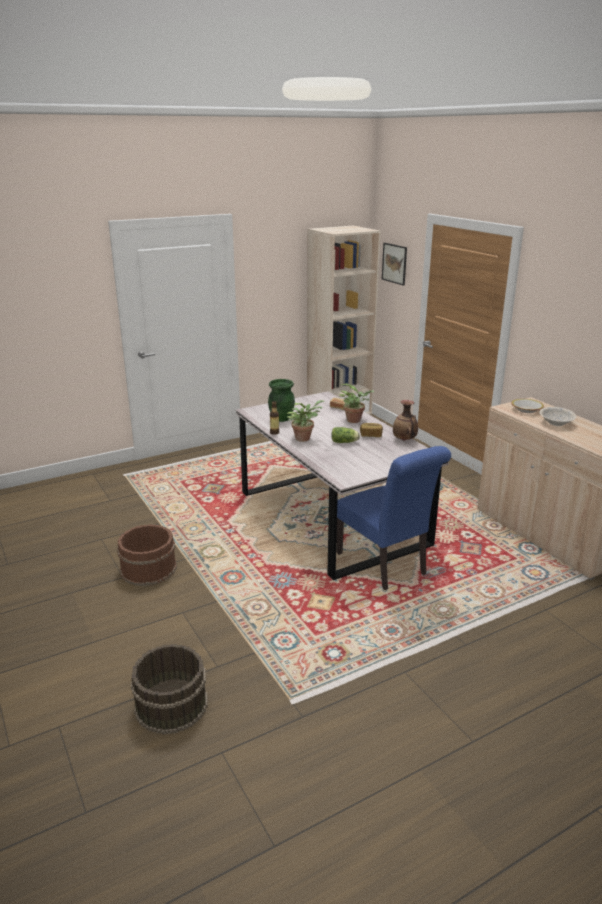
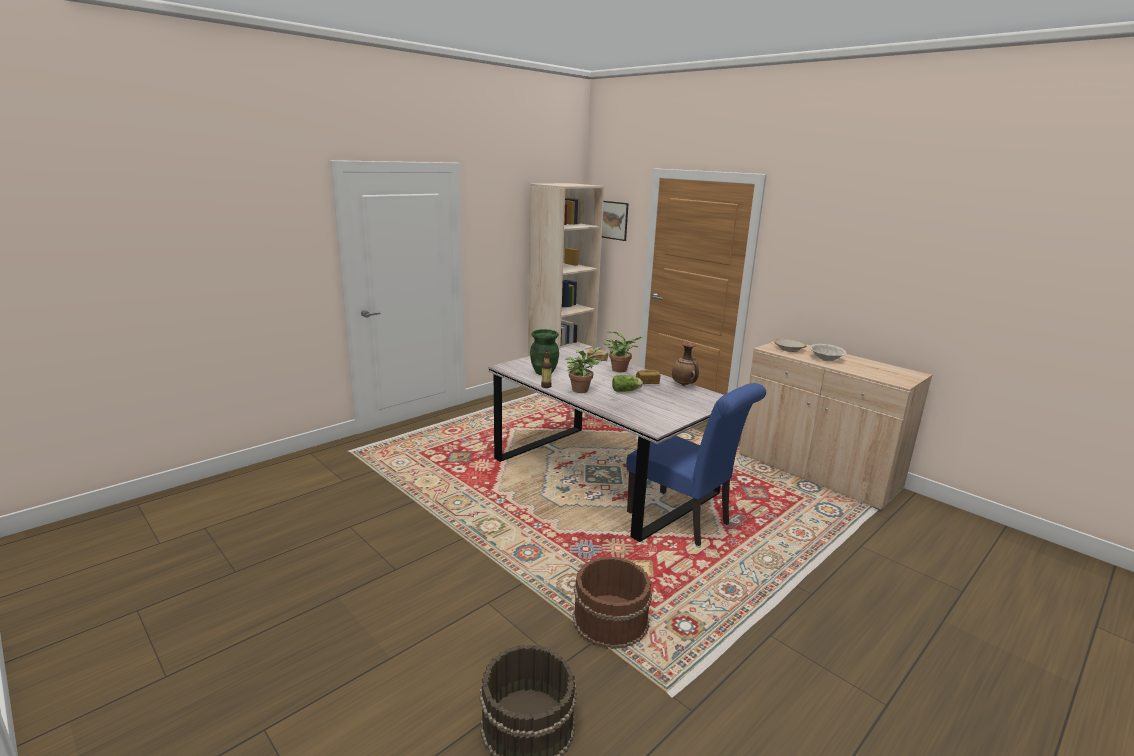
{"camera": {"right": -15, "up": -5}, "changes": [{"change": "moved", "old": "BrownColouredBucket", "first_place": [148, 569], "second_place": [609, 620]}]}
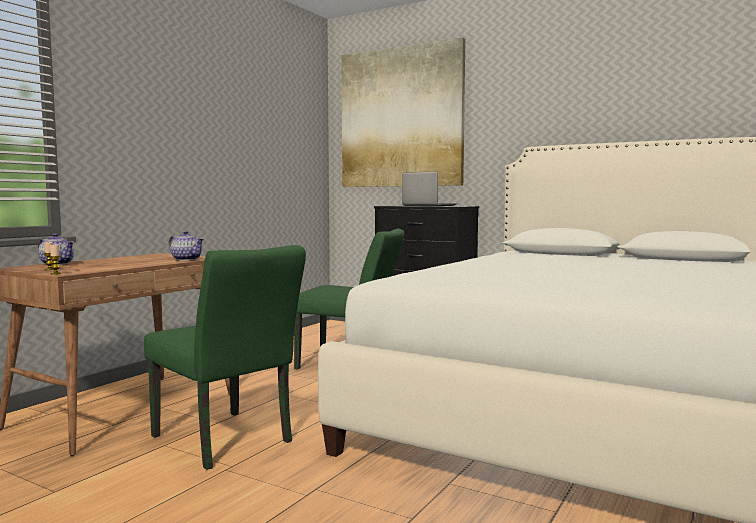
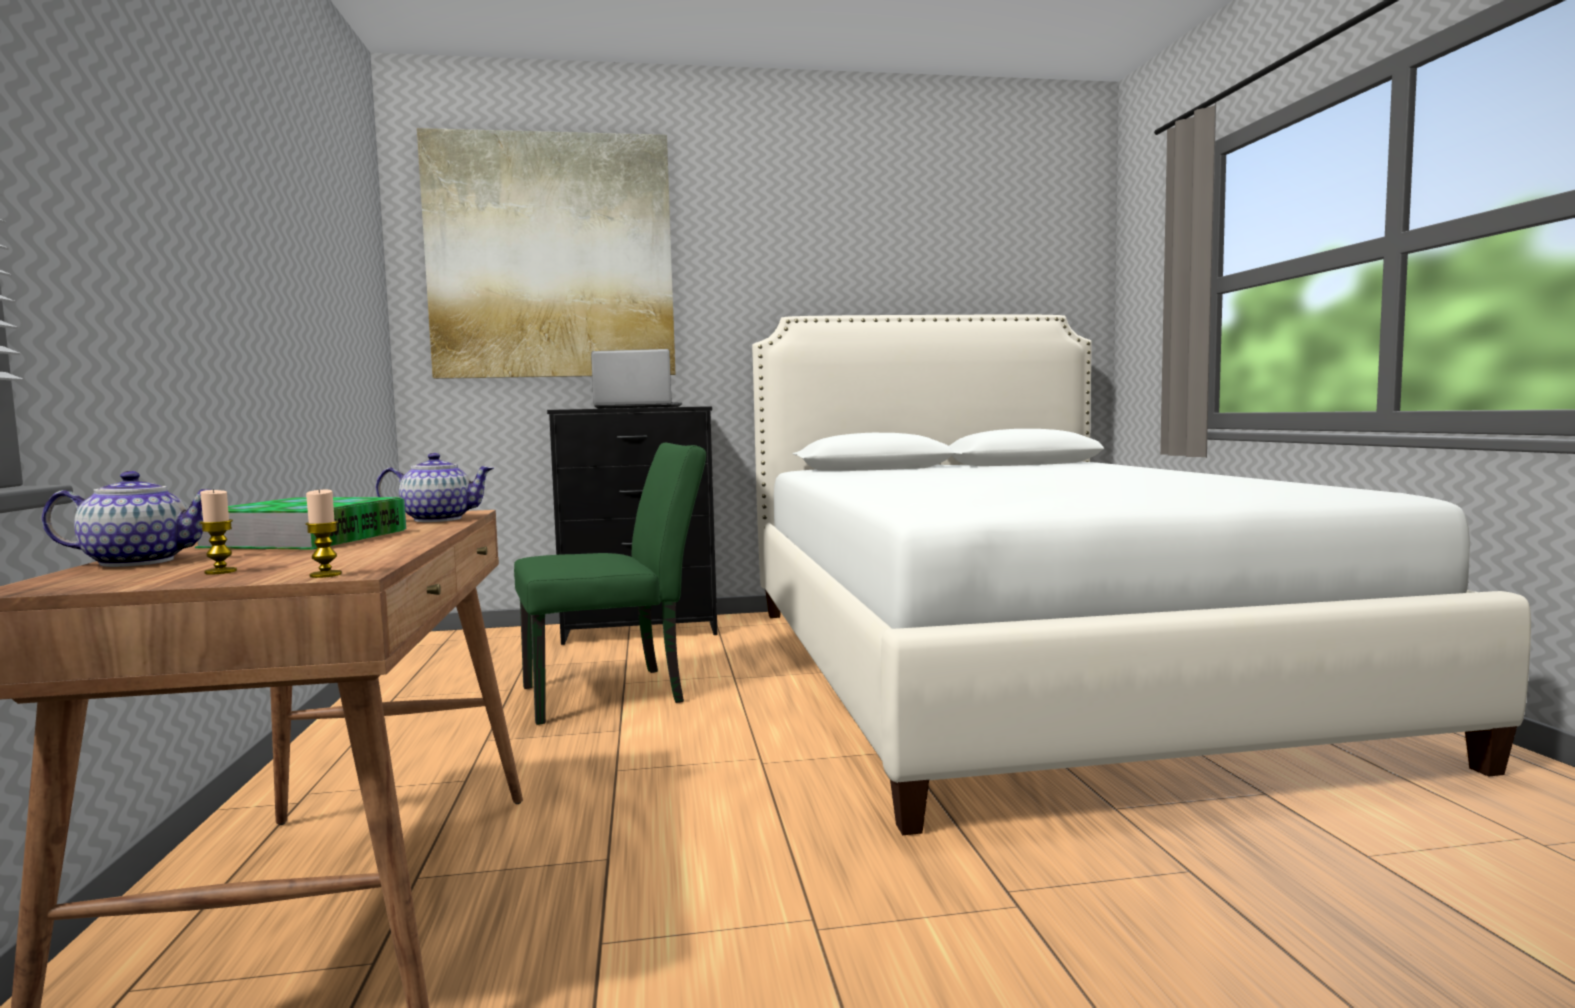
{"camera": {"right": -40, "up": 0}, "changes": [{"change": "removed", "old": "GreenColouredChair", "first_place": [227, 442]}, {"change": "added", "new": "Volume", "second_place": [306, 538]}]}
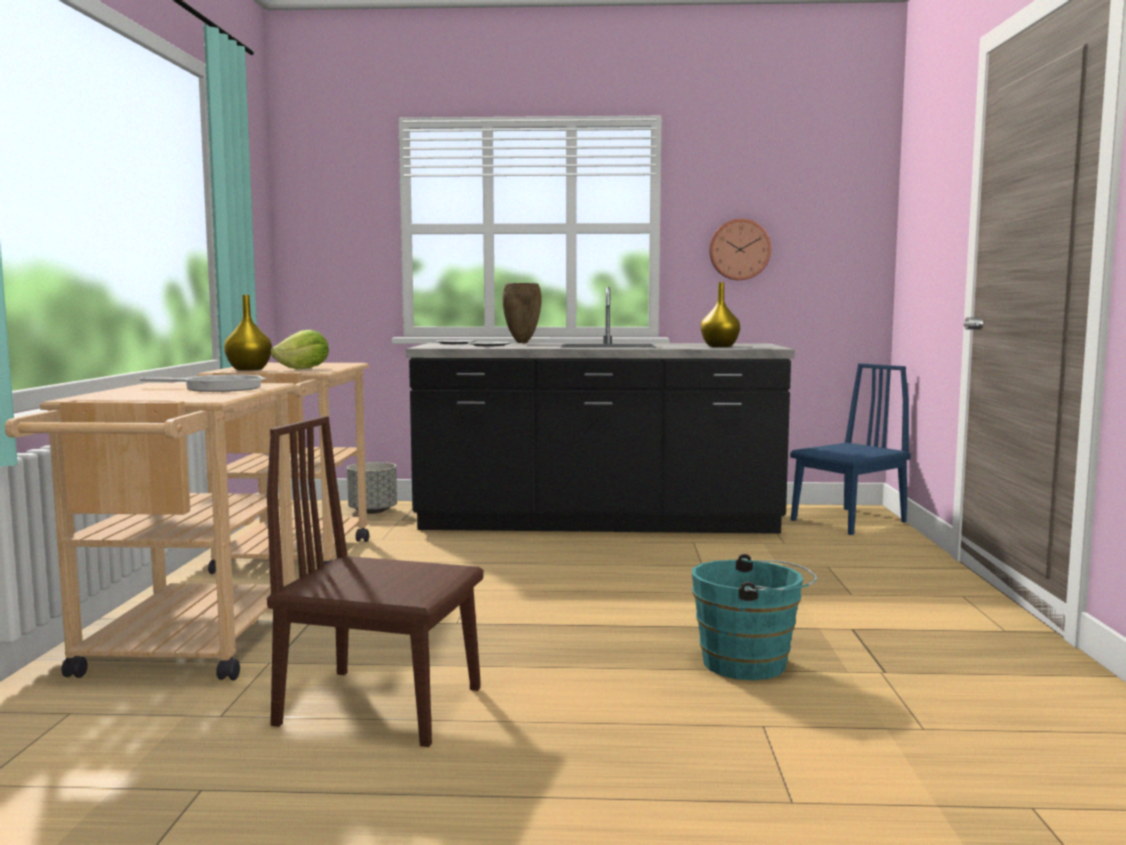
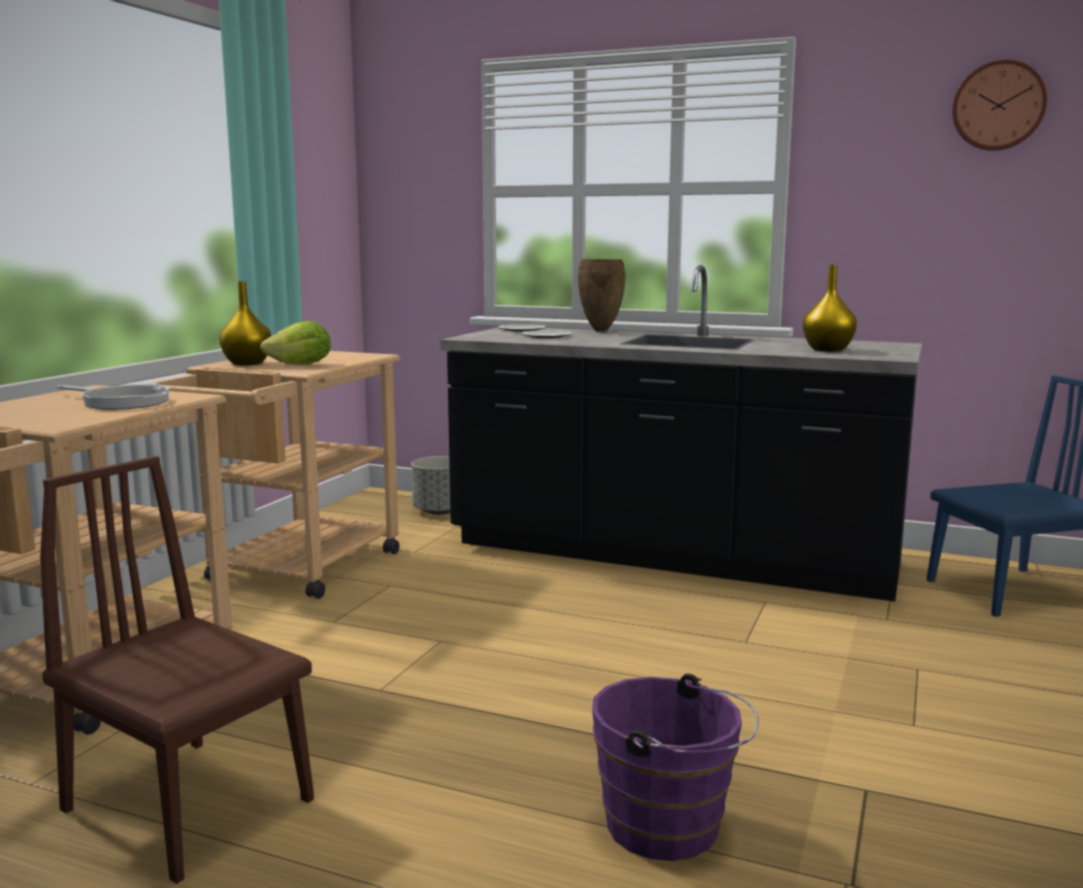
{"camera": {"right": 20, "up": 5}, "changes": [{"change": "recoloured", "old": "BlueGreenBucket", "new": "PurplishBucket", "first_place": [751, 664], "second_place": [671, 829]}, {"change": "moved", "old": "ClockOnTheWall", "first_place": [739, 249], "second_place": [998, 106]}]}
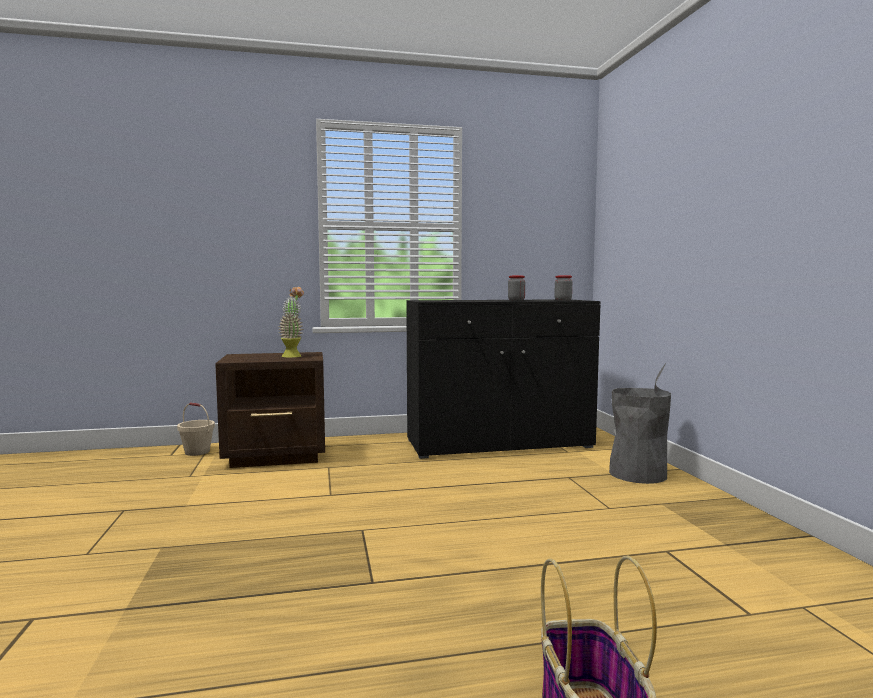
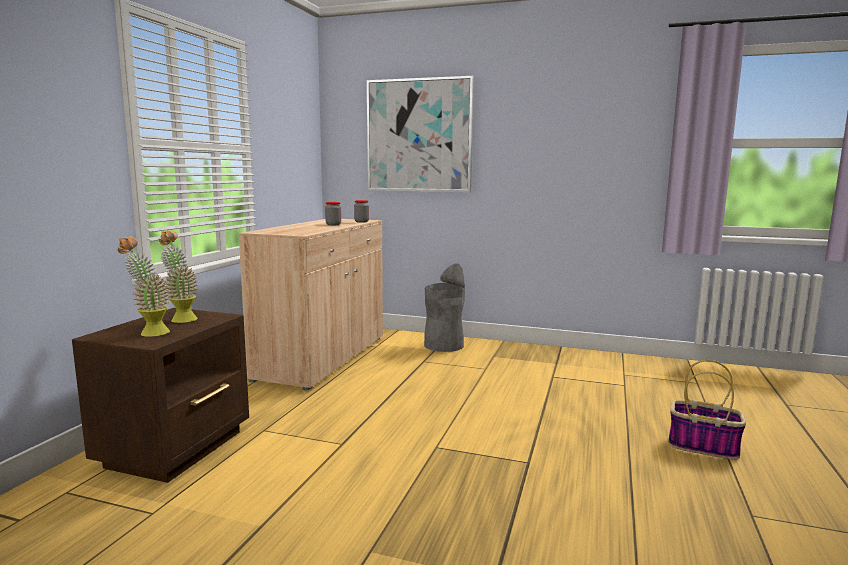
{"camera": {"right": -60, "up": 5}, "changes": [{"change": "removed", "old": "BeigeBucket", "first_place": [197, 452]}, {"change": "recoloured", "old": "BlackishCupboard", "new": "BeigeCupboard", "first_place": [499, 444], "second_place": [323, 357]}, {"change": "added", "new": "Houseplant", "second_place": [148, 332]}, {"change": "added", "new": "WallPicture", "second_place": [419, 136]}]}
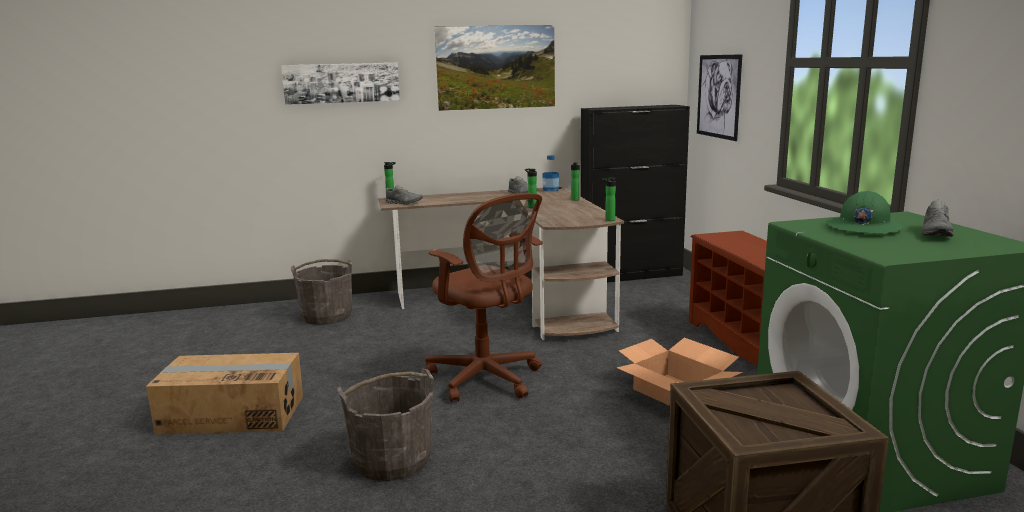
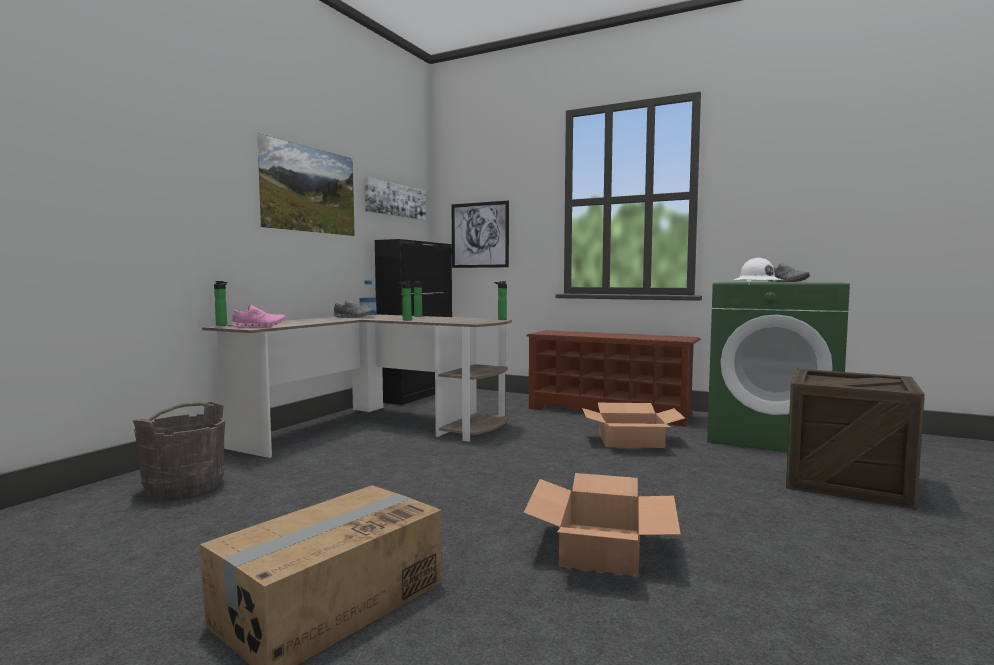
{"camera": {"right": -50, "up": -10}, "changes": [{"change": "moved", "old": "WallPicture", "first_place": [341, 83], "second_place": [395, 200]}, {"change": "replaced", "old": "GrayBucket", "new": "CardboardBox", "first_place": [392, 460], "second_place": [601, 548]}, {"change": "recoloured", "old": "GrayLowShoe", "new": "PinkLowShoe", "first_place": [404, 203], "second_place": [259, 326]}, {"change": "removed", "old": "BrownColouredComputerChair", "first_place": [487, 379]}, {"change": "recoloured", "old": "GreenColouredHardHat", "new": "WhitishHardHat", "first_place": [863, 228], "second_place": [756, 282]}]}
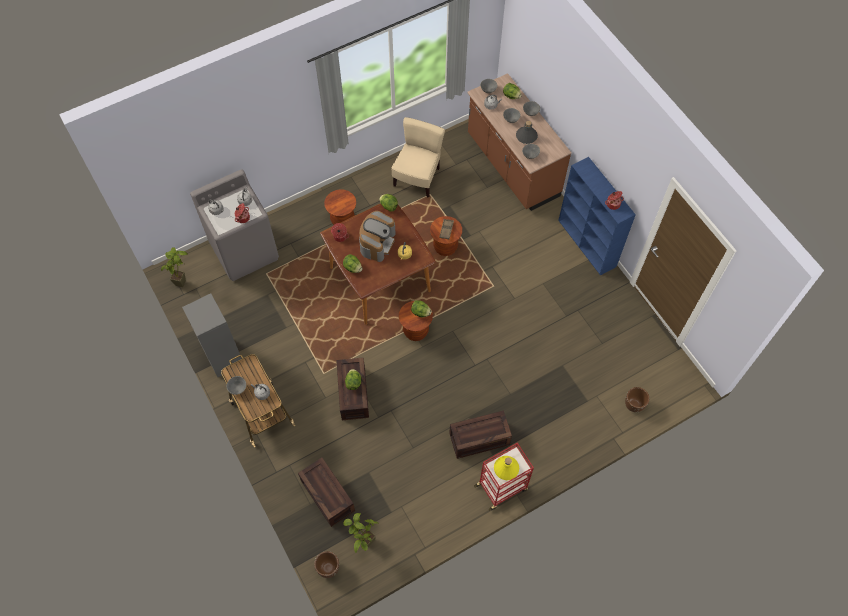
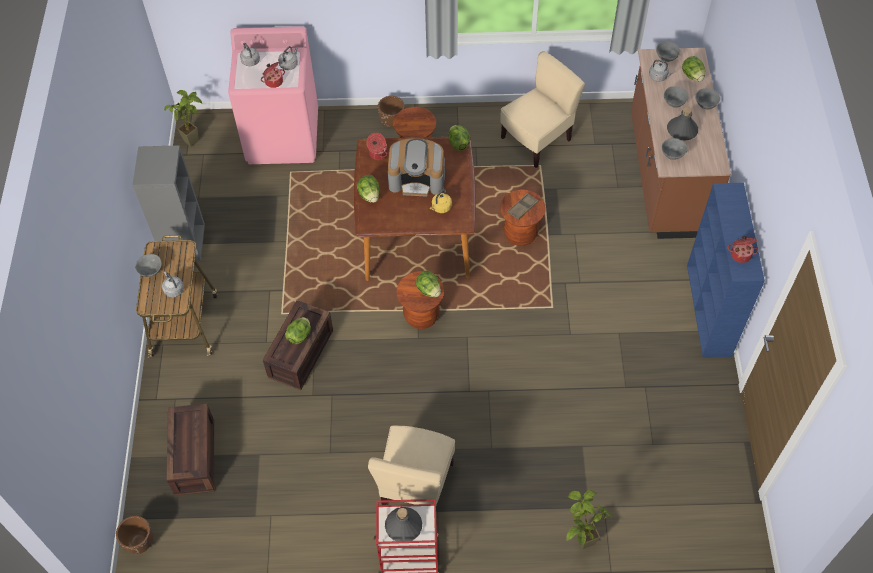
{"camera": {"right": 30, "up": -5}, "changes": [{"change": "recoloured", "old": "GrayWashingMachine", "new": "PinkWashingMachine", "first_place": [245, 251], "second_place": [283, 137]}, {"change": "moved", "old": "Houseplant", "first_place": [363, 543], "second_place": [578, 541]}, {"change": "turned", "old": "CoffeeBrewer", "first_place": [377, 242], "second_place": [417, 179], "degrees": 45}, {"change": "replaced", "old": "Crate", "new": "BeigeChair", "first_place": [478, 440], "second_place": [416, 484]}, {"change": "recoloured", "old": "YellowColouredBeverageBottle", "new": "GrayBeverageBottle", "first_place": [506, 468], "second_place": [404, 526]}, {"change": "moved", "old": "BrownColouredPlantPot", "first_place": [633, 405], "second_place": [392, 122]}]}
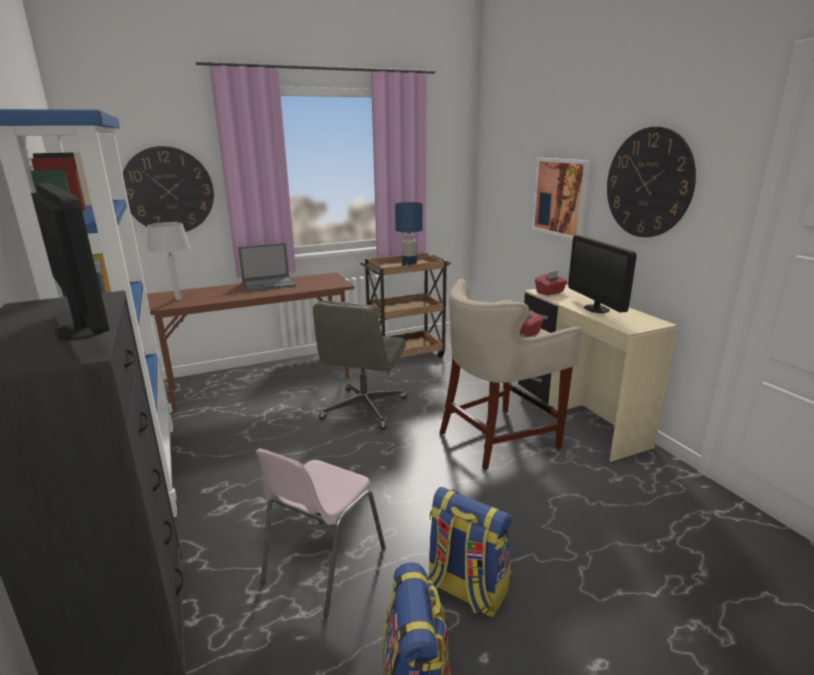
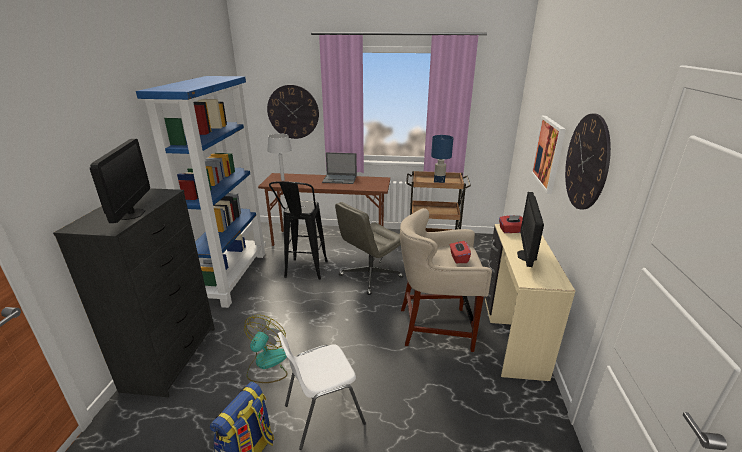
{"camera": {"right": 30, "up": 5}, "changes": [{"change": "replaced", "old": "PinkChair", "new": "CoolingFan", "first_place": [322, 565], "second_place": [267, 364]}, {"change": "replaced", "old": "Knapsack", "new": "WhitishChair", "first_place": [465, 589], "second_place": [323, 414]}, {"change": "added", "new": "BlackishStoolSeat", "second_place": [304, 273]}]}
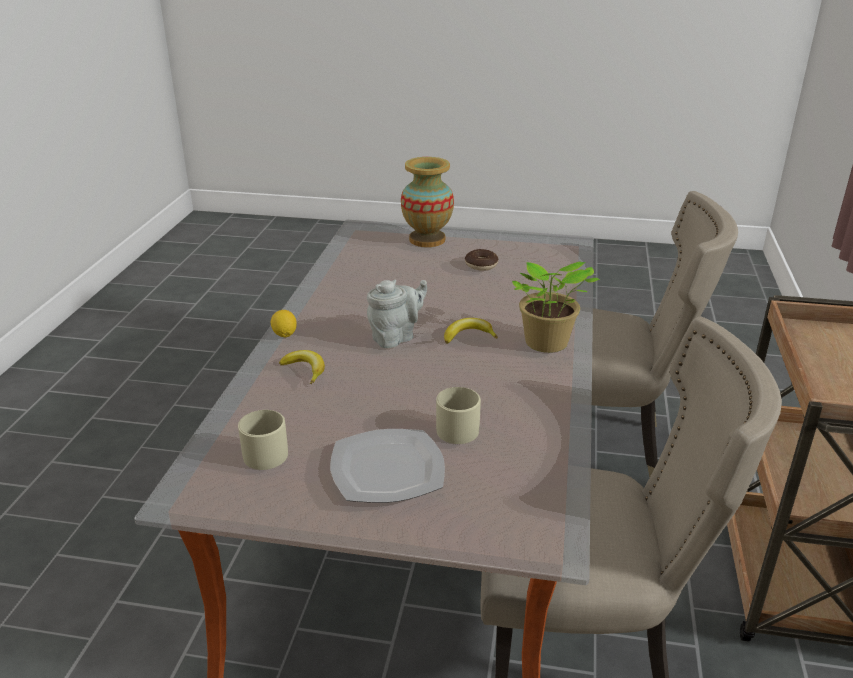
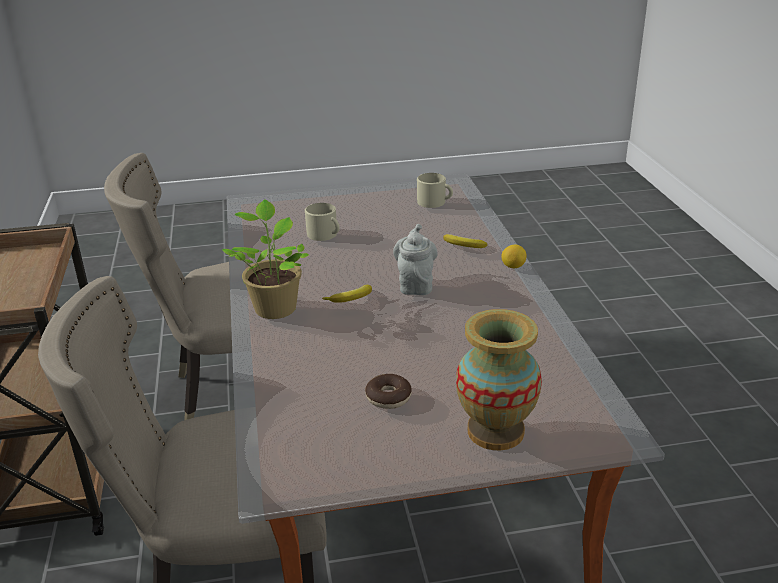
{"camera": {"right": 160, "up": 0}, "changes": [{"change": "removed", "old": "DinnerPlate", "first_place": [386, 470]}, {"change": "turned", "old": "GrayTeaPot", "first_place": [396, 337], "second_place": [415, 284], "degrees": 150}]}
